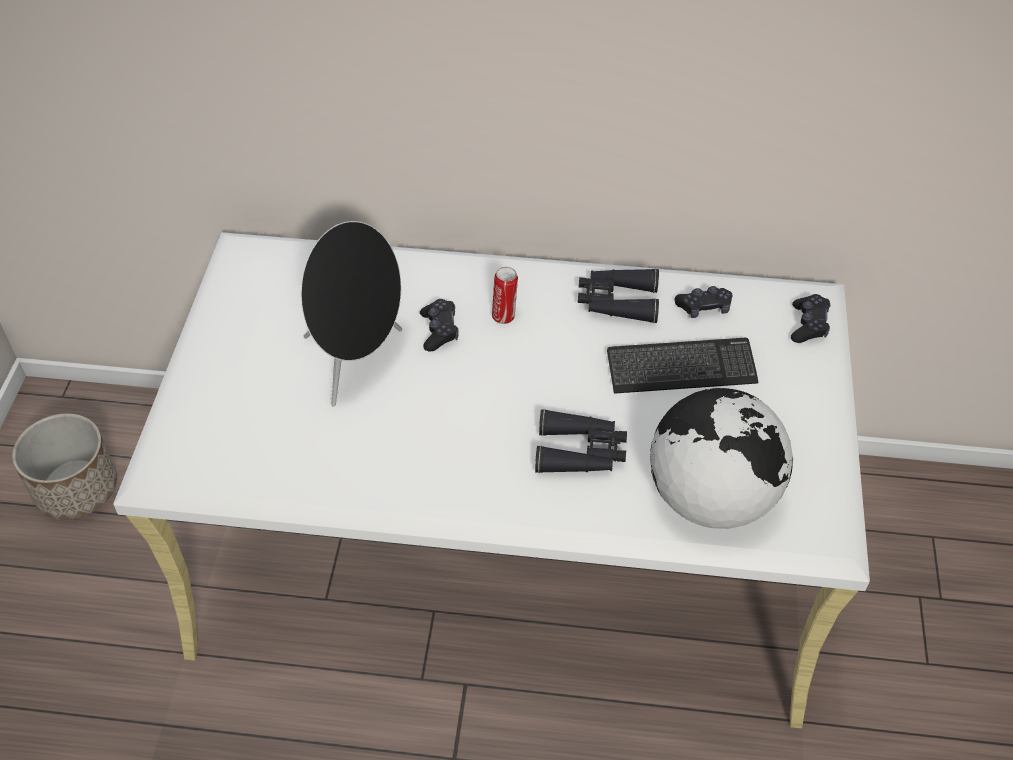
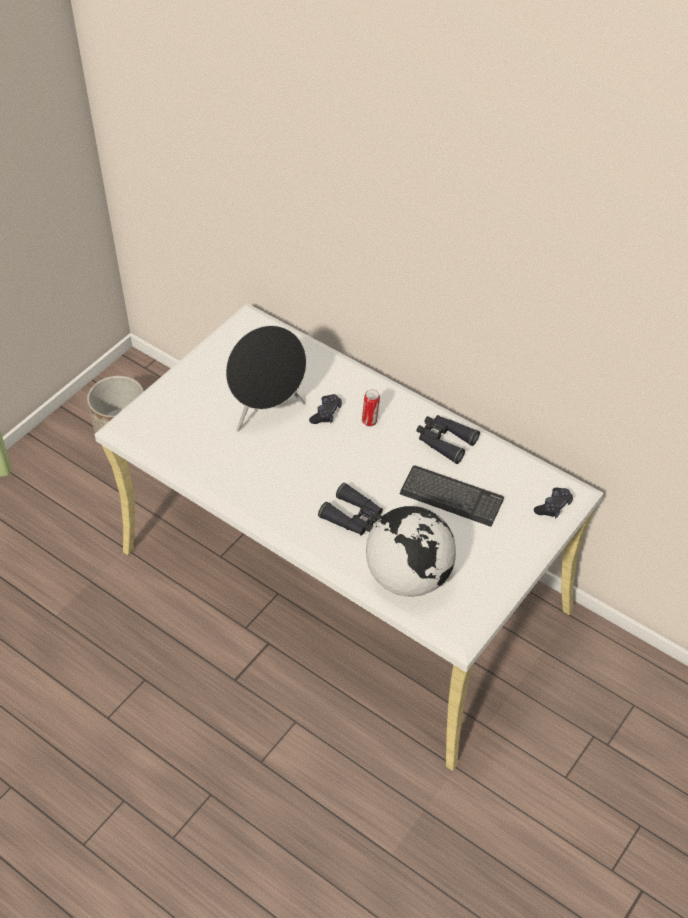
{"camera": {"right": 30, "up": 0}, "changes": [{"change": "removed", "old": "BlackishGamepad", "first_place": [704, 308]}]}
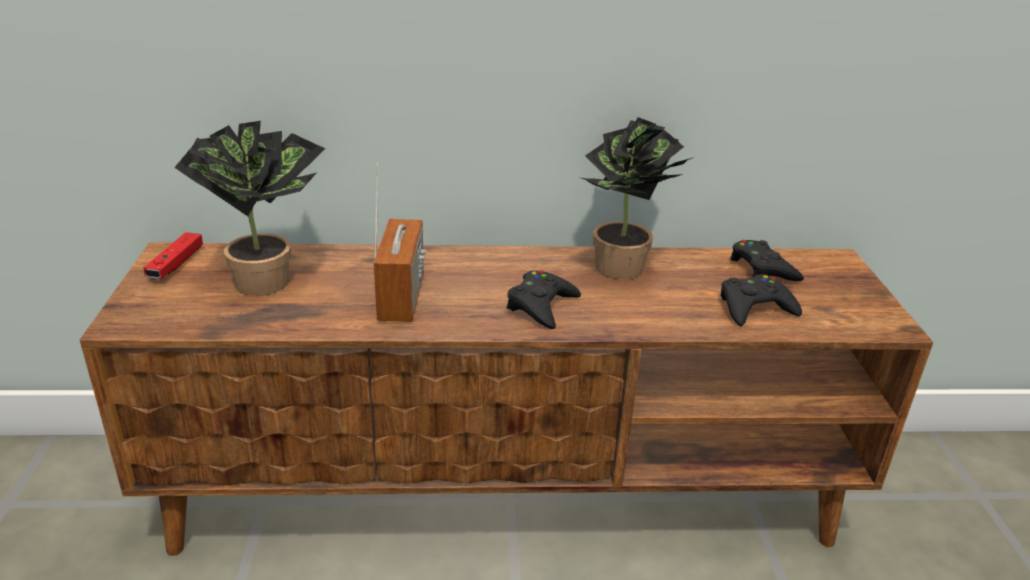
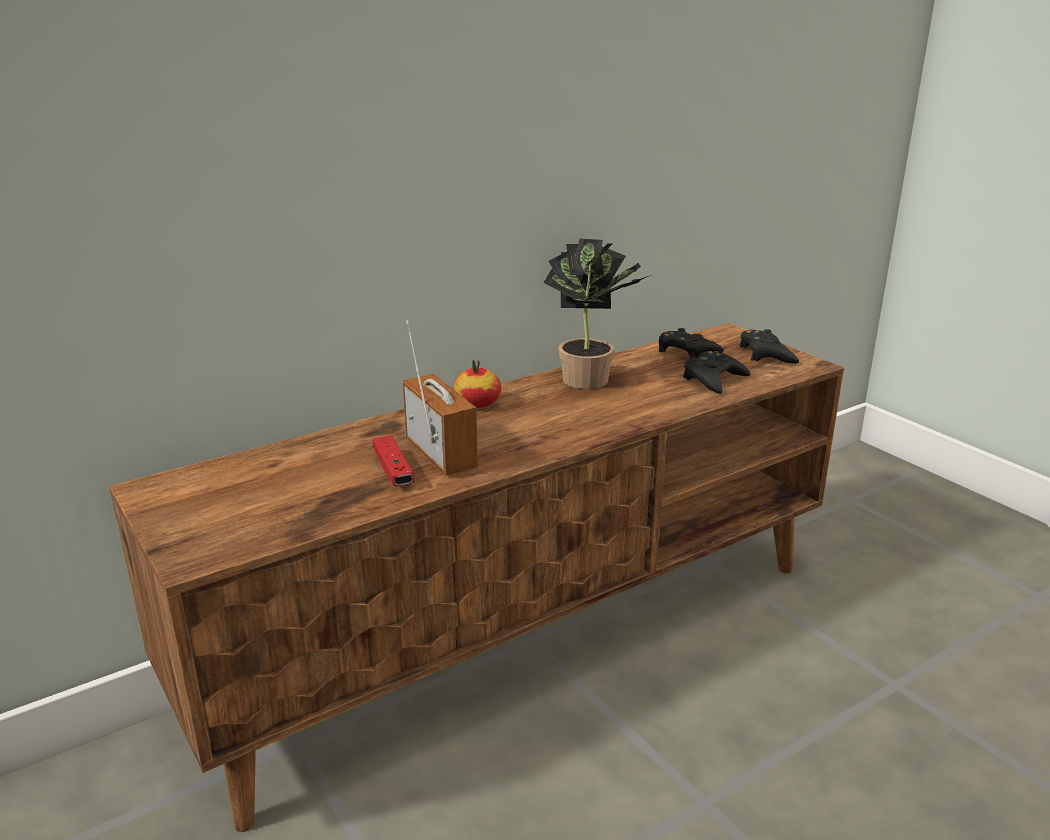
{"camera": {"right": -30, "up": -5}, "changes": [{"change": "moved", "old": "RedColouredGamepad", "first_place": [176, 264], "second_place": [393, 470]}, {"change": "removed", "old": "Houseplant", "first_place": [267, 278]}, {"change": "moved", "old": "BlackishGamepad", "first_place": [541, 306], "second_place": [766, 354]}, {"change": "added", "new": "WholeApple", "second_place": [477, 404]}]}
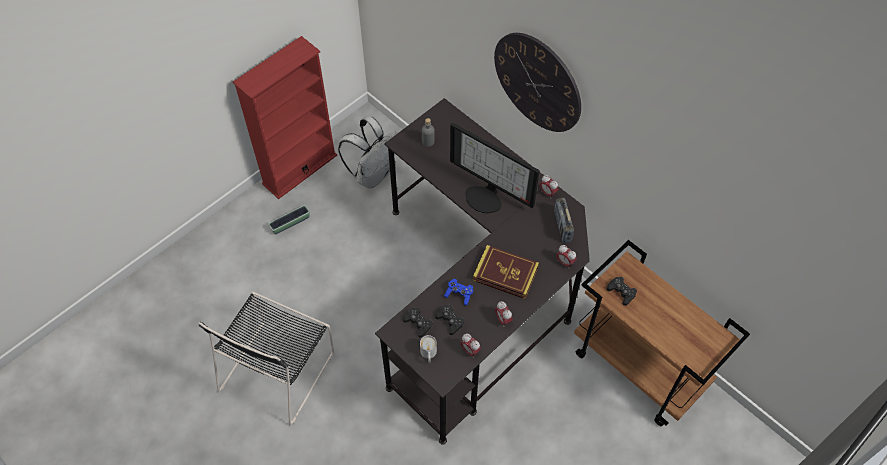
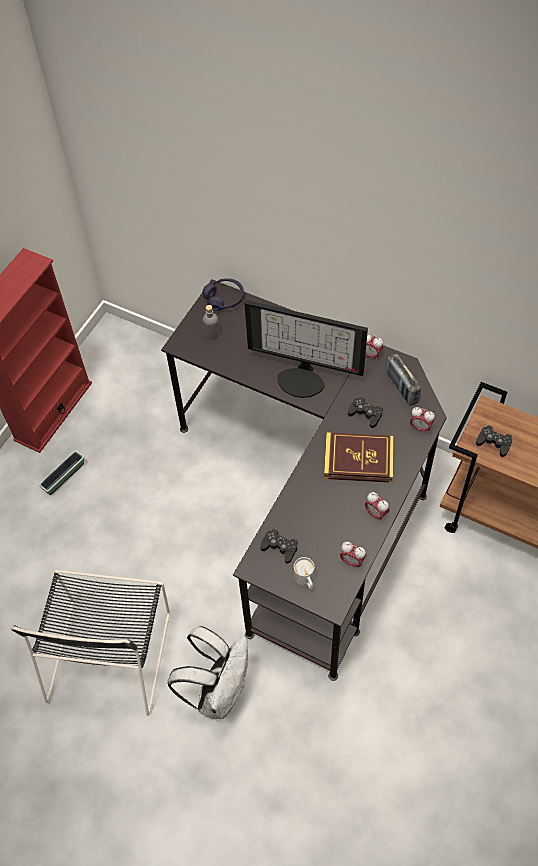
{"camera": {"right": -15, "up": 0}, "changes": [{"change": "moved", "old": "WhitishKnapsack", "first_place": [373, 174], "second_place": [218, 691]}, {"change": "moved", "old": "BlackishGamepad", "first_place": [450, 321], "second_place": [365, 414]}, {"change": "removed", "old": "BluishGamepad", "first_place": [459, 294]}, {"change": "removed", "old": "ClockOnTheWall", "first_place": [537, 82]}, {"change": "added", "new": "PurplishHeadphones", "second_place": [224, 299]}]}
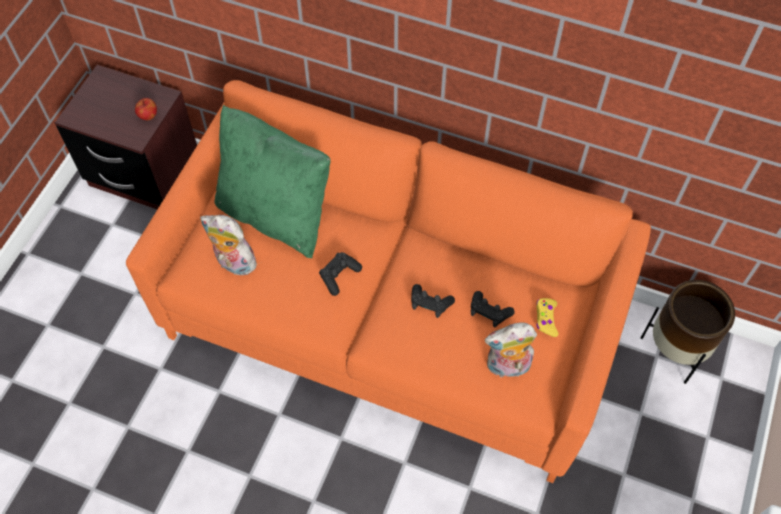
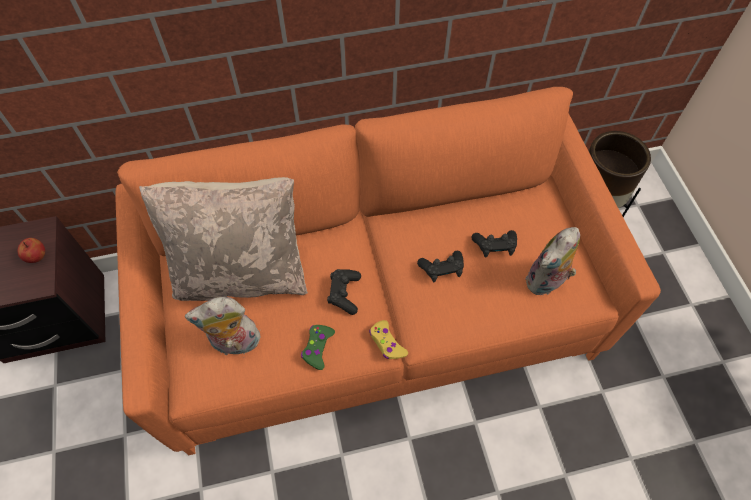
{"camera": {"right": -35, "up": 0}, "changes": [{"change": "recoloured", "old": "GreenColouredPillow", "new": "BeigePillow", "first_place": [276, 214], "second_place": [242, 273]}, {"change": "moved", "old": "YellowColouredGamepad", "first_place": [546, 319], "second_place": [387, 343]}, {"change": "added", "new": "GreenColouredGamepad", "second_place": [317, 348]}]}
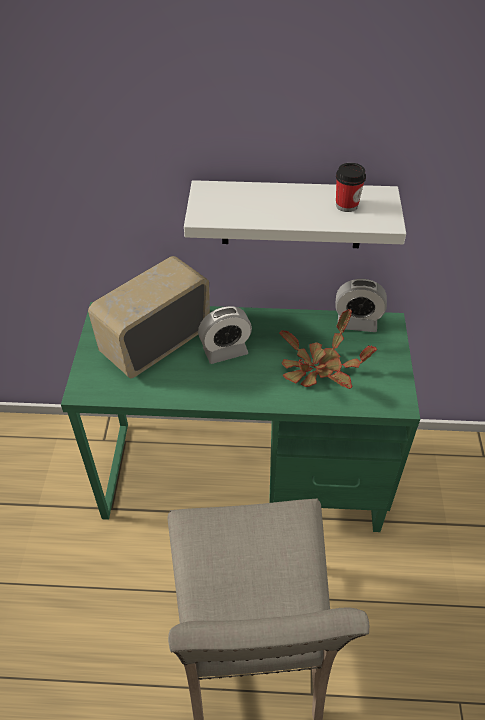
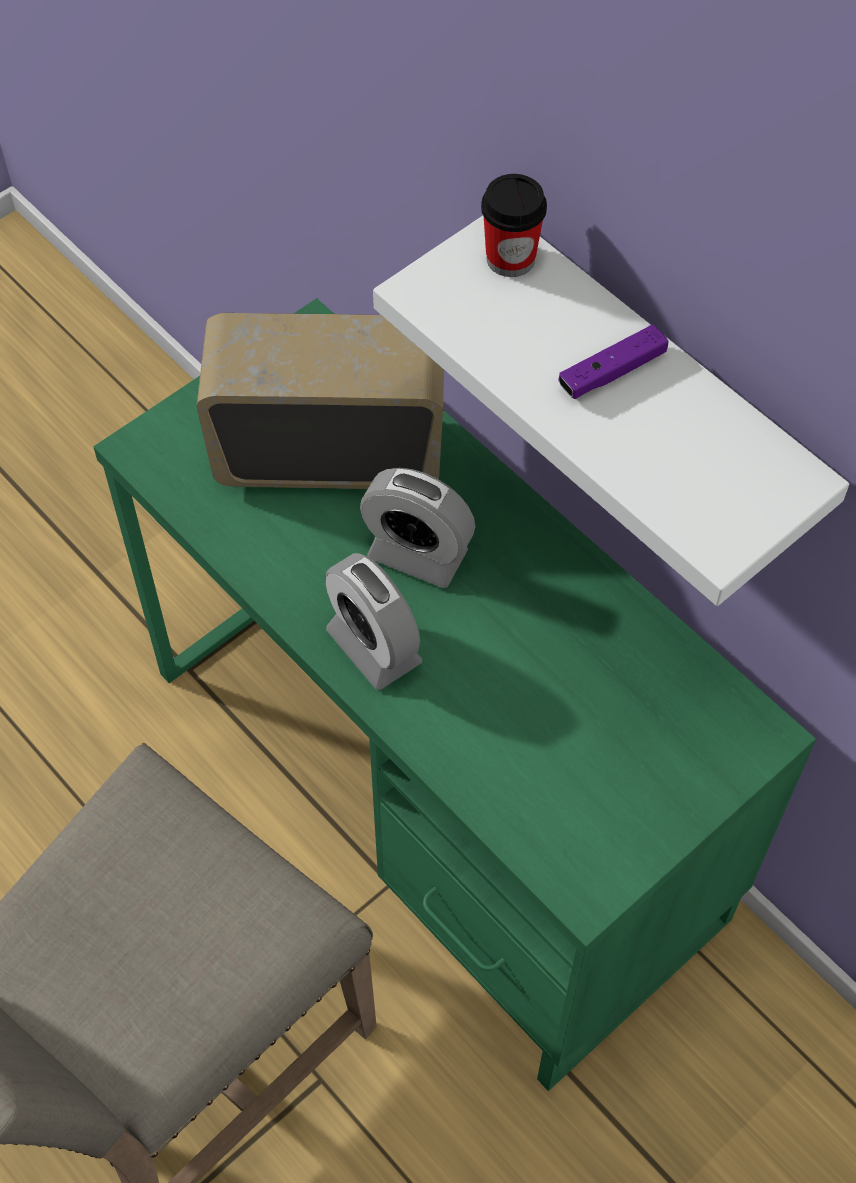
{"camera": {"right": 45, "up": 10}, "changes": [{"change": "removed", "old": "Houseplant", "first_place": [318, 368]}, {"change": "moved", "old": "TableClock", "first_place": [357, 323], "second_place": [374, 646]}, {"change": "moved", "old": "DrinkingCup", "first_place": [346, 205], "second_place": [510, 258]}, {"change": "added", "new": "PurplishGamepad", "second_place": [612, 372]}]}
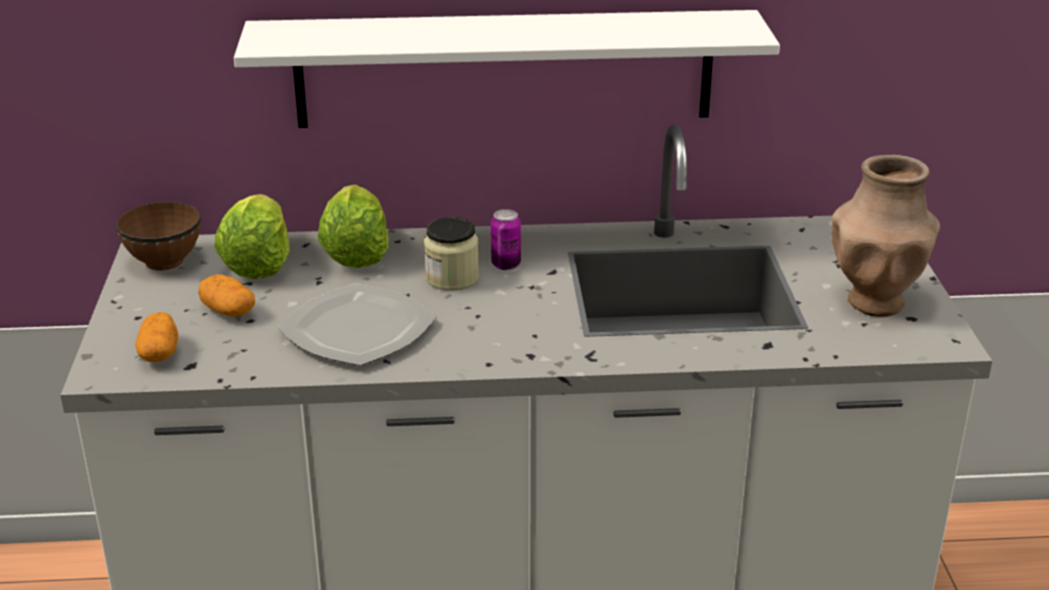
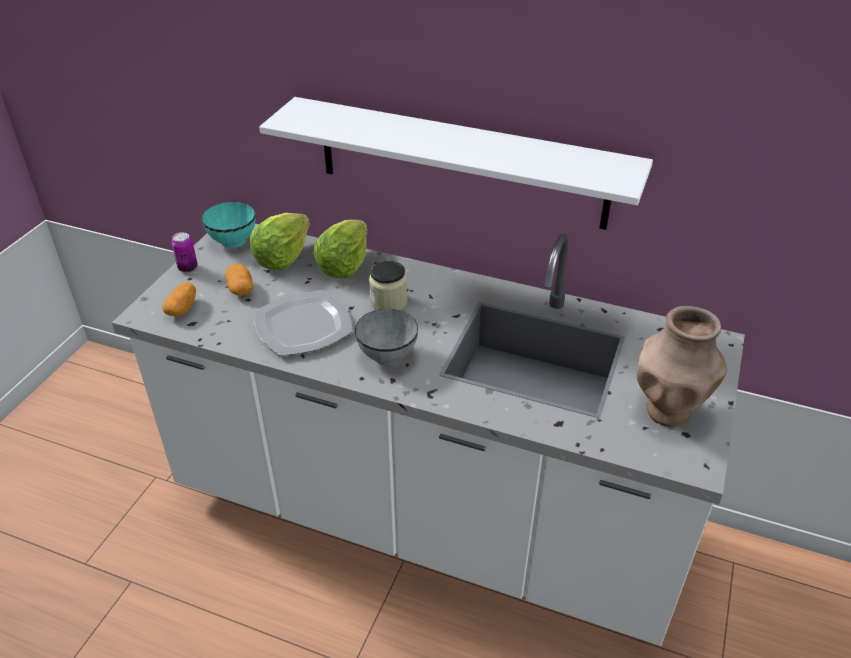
{"camera": {"right": 25, "up": 10}, "changes": [{"change": "recoloured", "old": "BrownColouredBowl", "new": "BlueGreenBowl", "first_place": [163, 261], "second_place": [232, 240]}, {"change": "moved", "old": "Can", "first_place": [506, 264], "second_place": [188, 268]}, {"change": "added", "new": "GrayBowl", "second_place": [388, 356]}]}
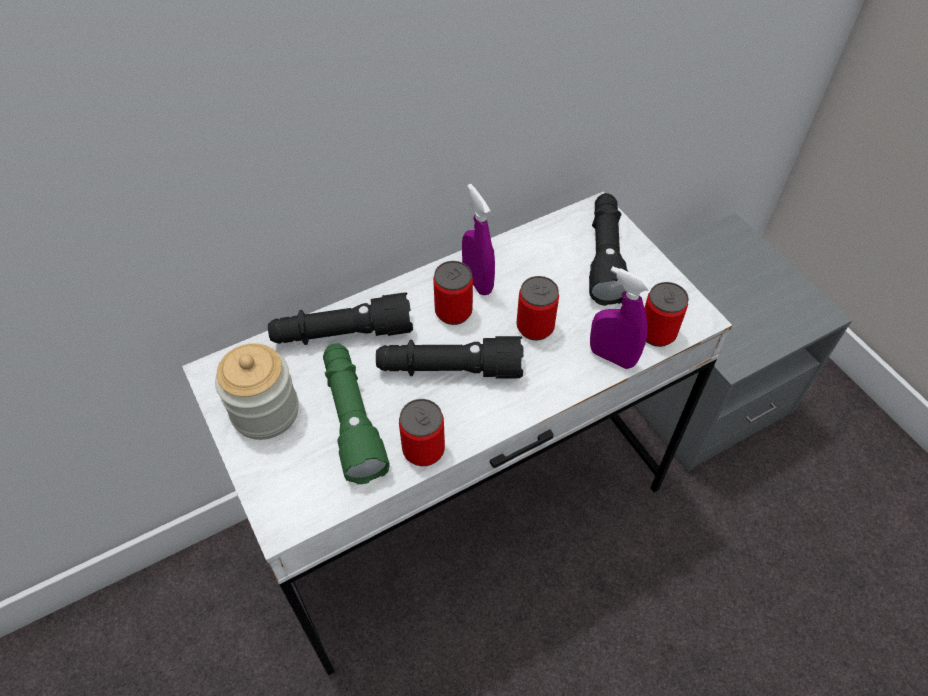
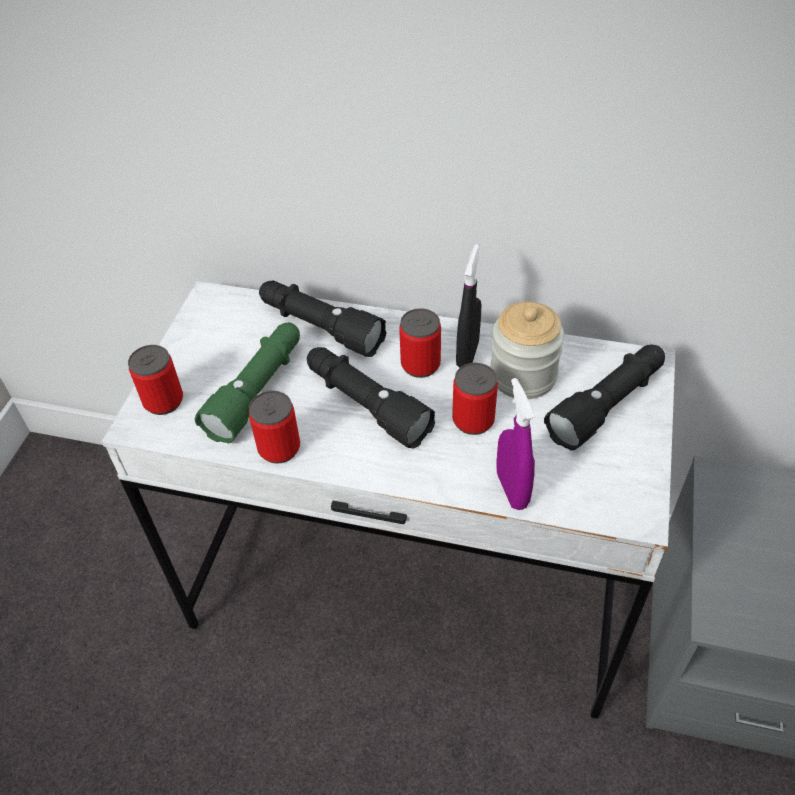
{"camera": {"right": 45, "up": -5}, "changes": [{"change": "moved", "old": "Jar", "first_place": [265, 411], "second_place": [523, 376]}, {"change": "recoloured", "old": "PurplishSprayer", "new": "BlackishSprayer", "first_place": [477, 281], "second_place": [467, 354]}, {"change": "moved", "old": "Can", "first_place": [657, 333], "second_place": [163, 401]}]}
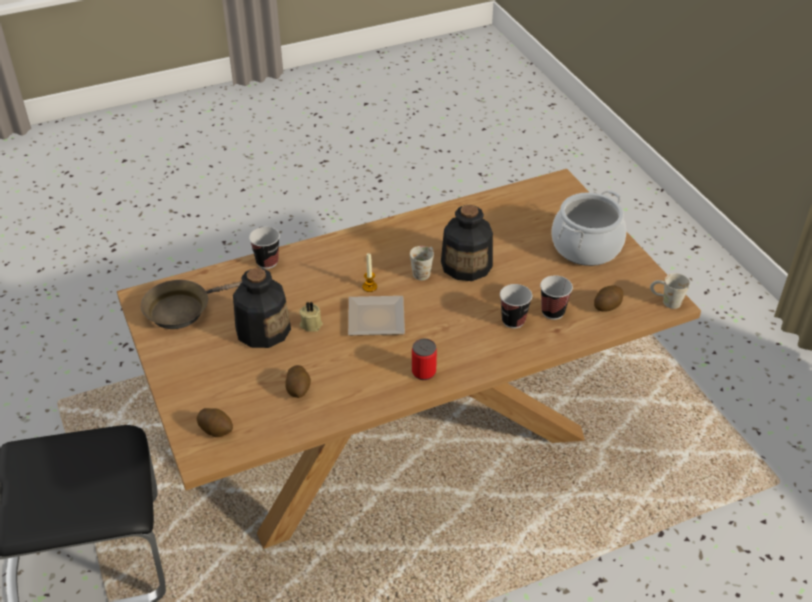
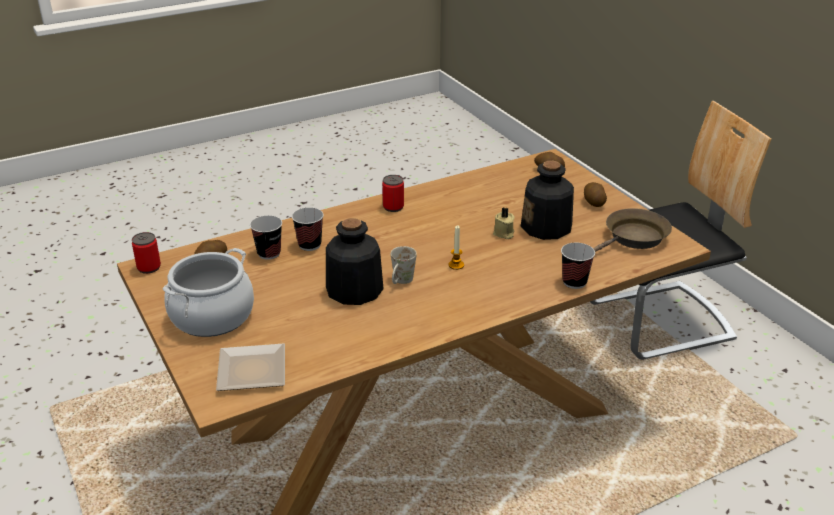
{"camera": {"right": 175, "up": -10}, "changes": [{"change": "moved", "old": "Potato", "first_place": [298, 389], "second_place": [593, 202]}, {"change": "moved", "old": "DinnerPlate", "first_place": [374, 317], "second_place": [254, 372]}, {"change": "replaced", "old": "WhitishCoffeeMug", "new": "Can", "first_place": [665, 301], "second_place": [149, 267]}]}
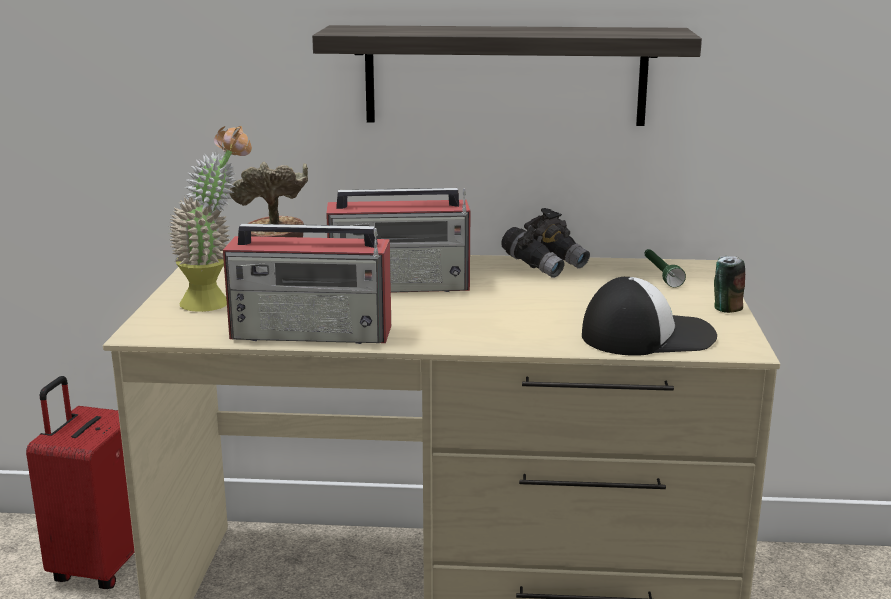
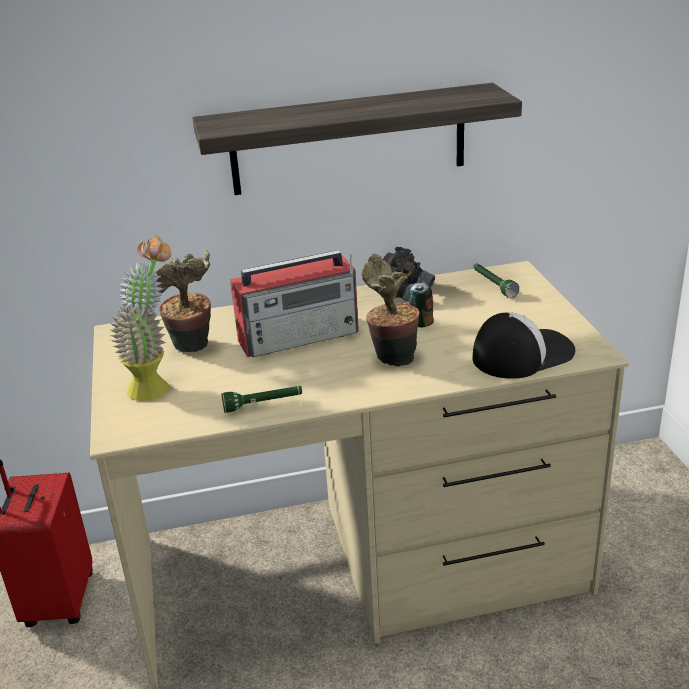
{"camera": {"right": -15, "up": 10}, "changes": [{"change": "replaced", "old": "Radio", "new": "GreenColouredTorch", "first_place": [313, 333], "second_place": [263, 404]}, {"change": "moved", "old": "Can", "first_place": [726, 309], "second_place": [421, 323]}, {"change": "added", "new": "Houseplant", "second_place": [391, 358]}]}
